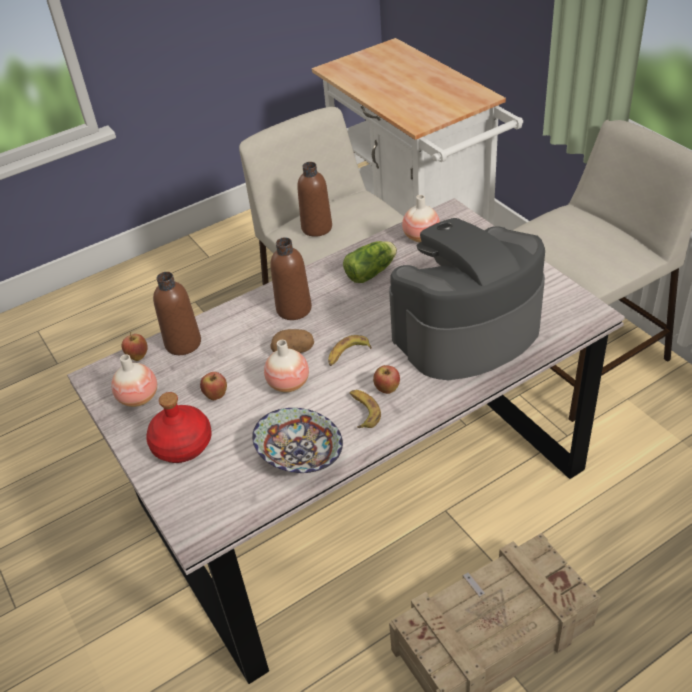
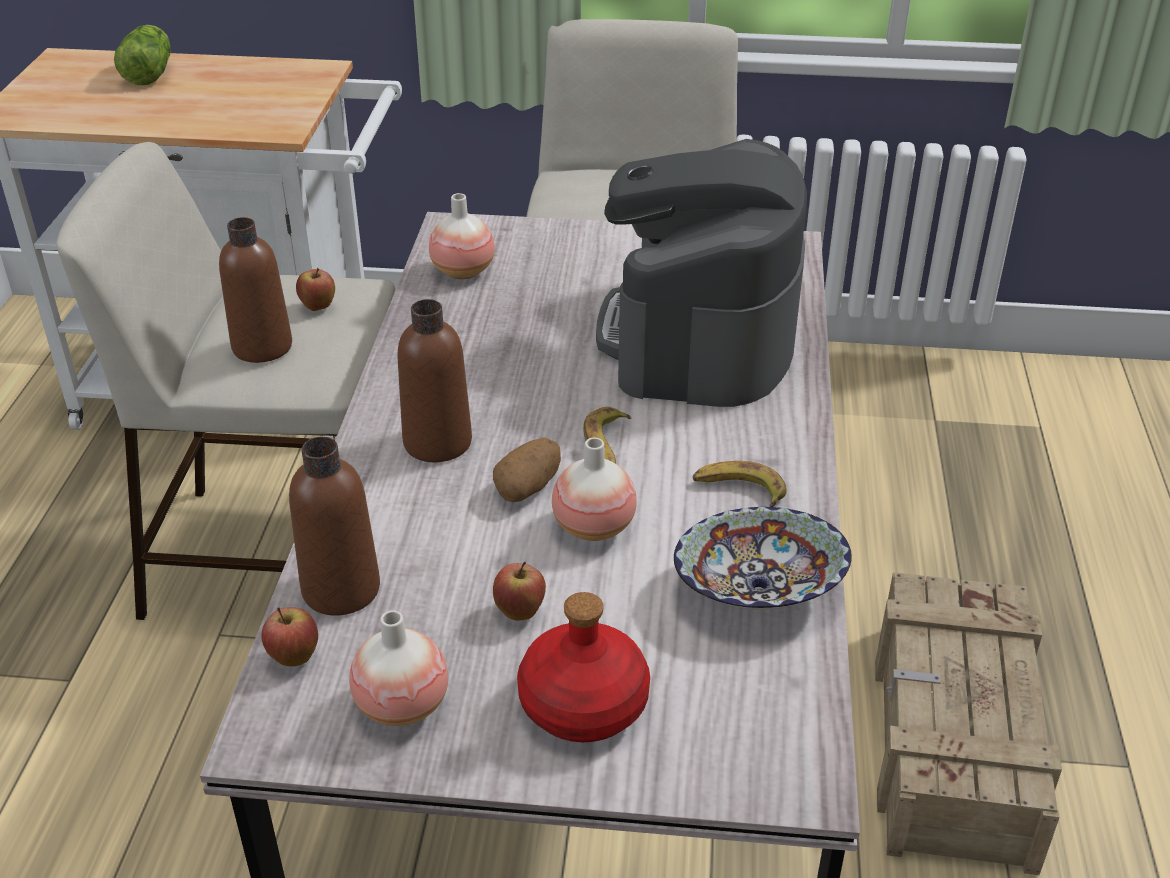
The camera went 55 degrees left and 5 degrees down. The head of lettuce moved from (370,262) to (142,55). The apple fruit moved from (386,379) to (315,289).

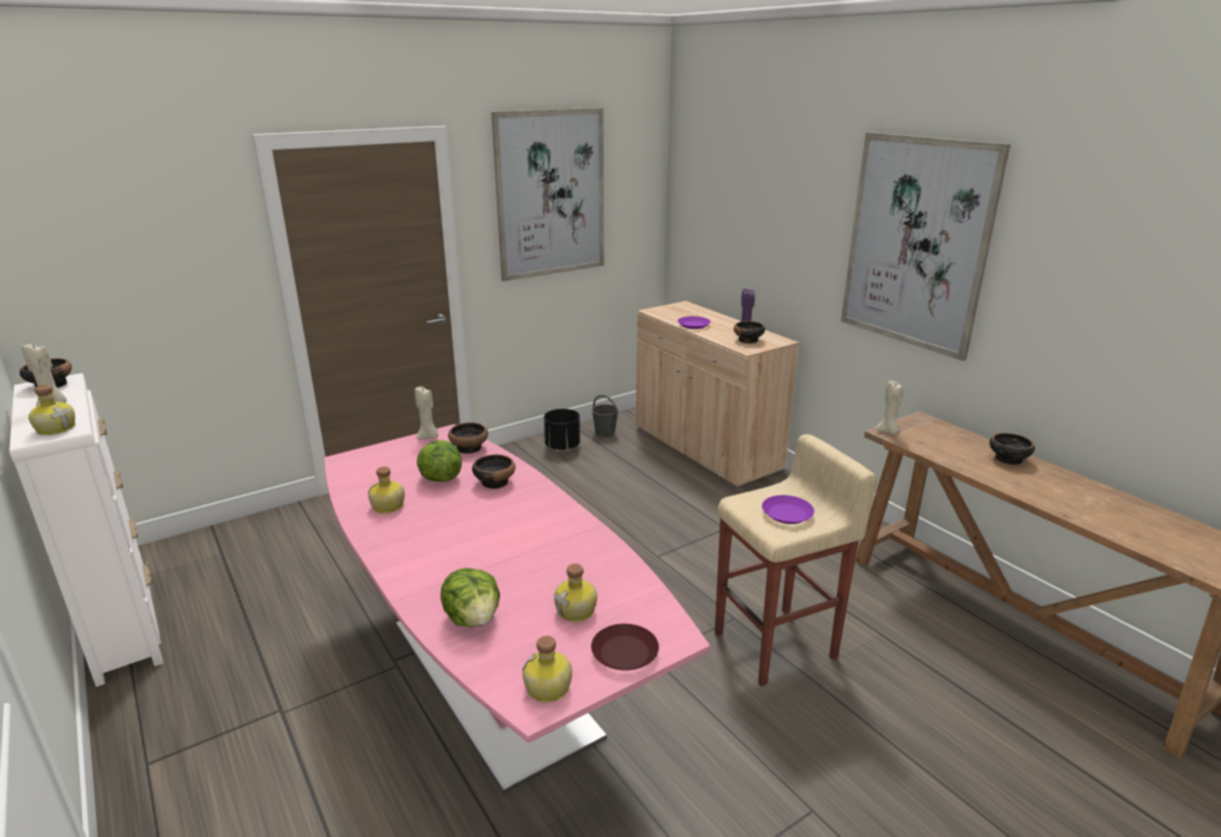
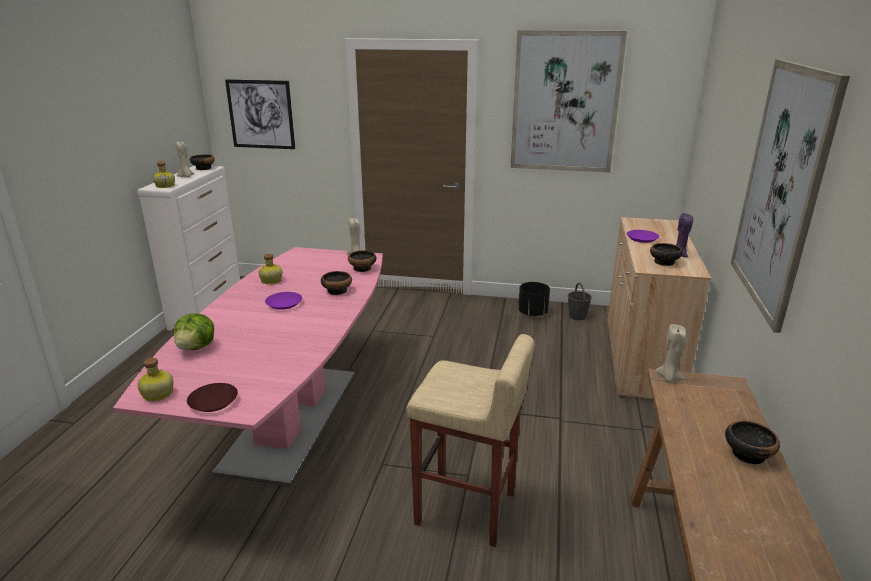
The camera went 45 degrees right and 0 degrees up. The head of lettuce at (439,461) disappeared. The drink bottle at (575,592) disappeared. The wall picture at (260,114) appeared. The purple-coloured dinner plate moved from (788,509) to (283,301).

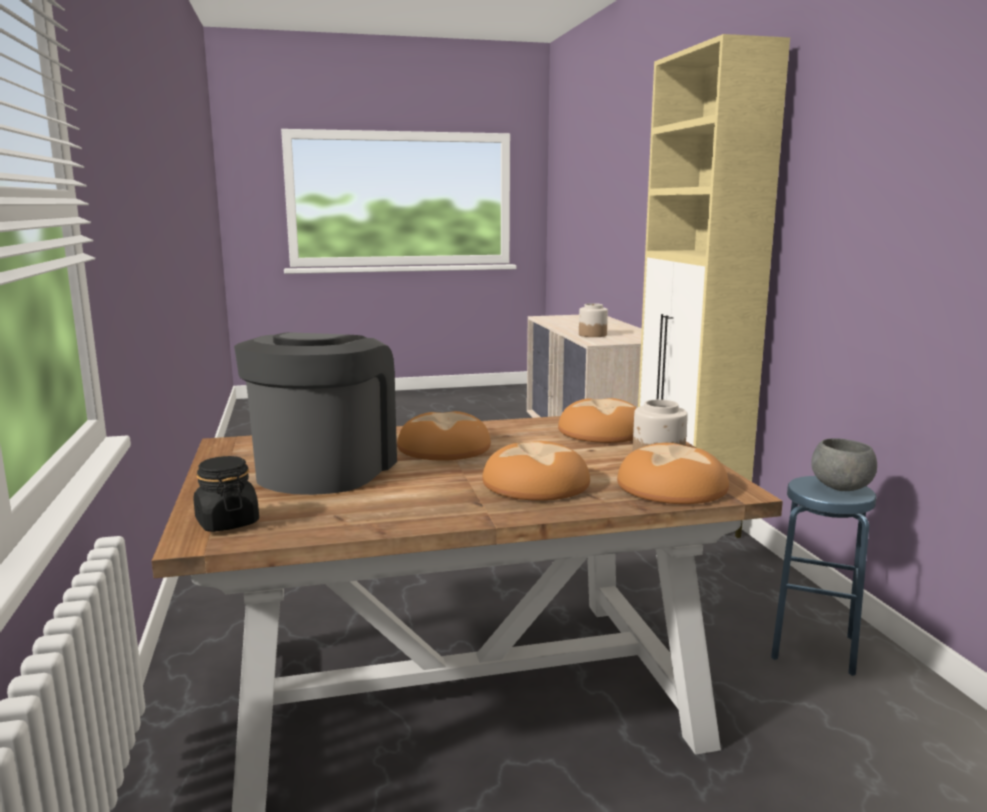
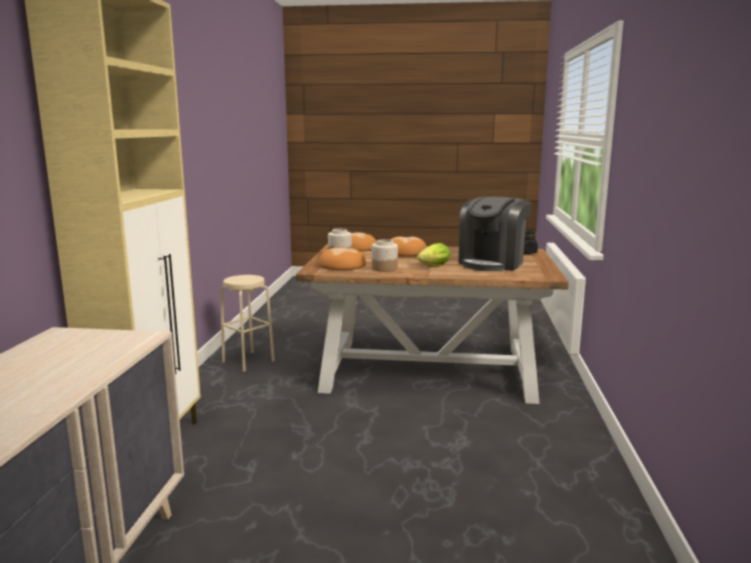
The camera went 160 degrees left and 0 degrees up. The greyish serving bowl at (844,464) disappeared. The jar moved from (593,320) to (385,255). The baked bread at (444,436) was replaced by the head of lettuce at (433,254). The blue sitting stool at (823,576) became the beige sitting stool at (247,323).

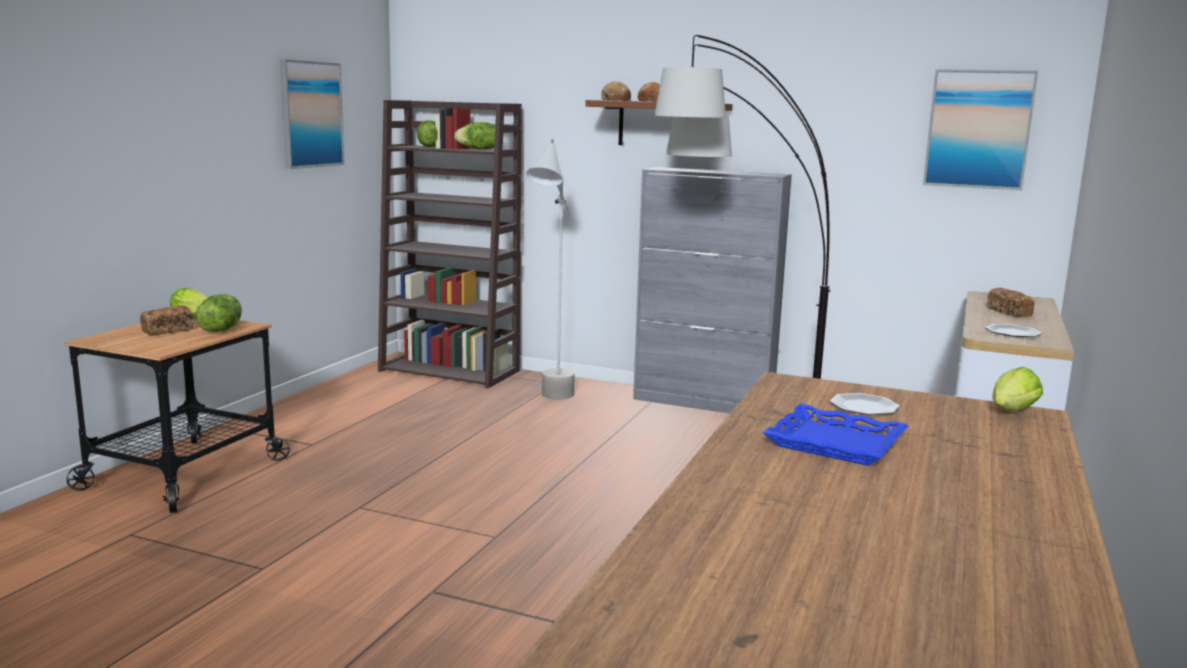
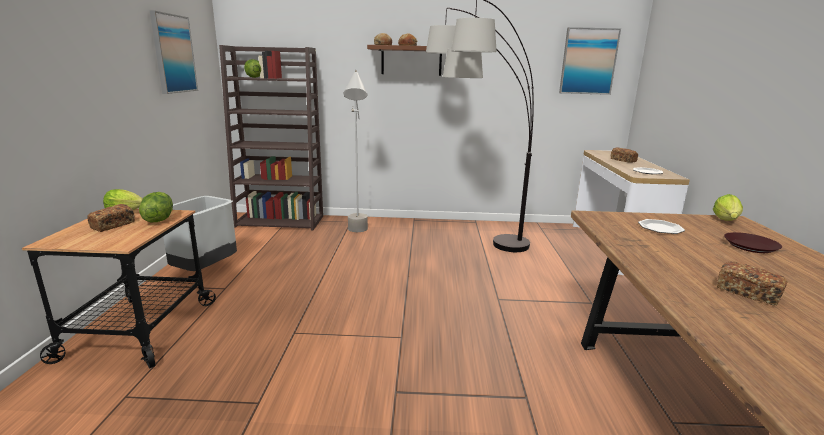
The camera went 20 degrees left and 5 degrees up. The head of lettuce at (474,136) disappeared. The greyish storage cabinet at (712,290) disappeared. The blue carrying tray at (835,435) disappeared. The greyish trash can at (200,233) appeared. The baked bread at (752,283) appeared. The brown dinner plate at (753,242) appeared.

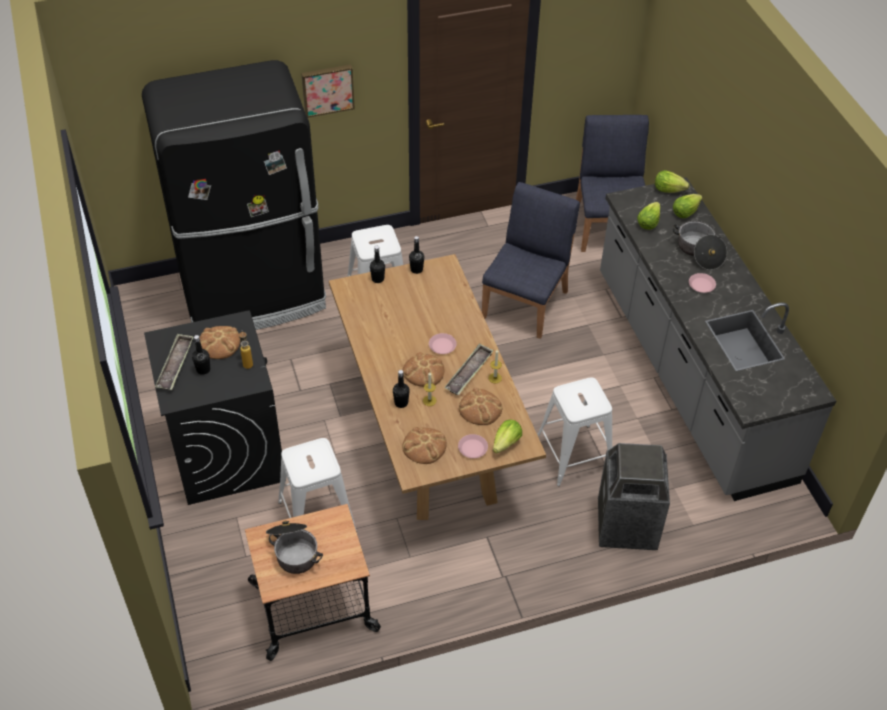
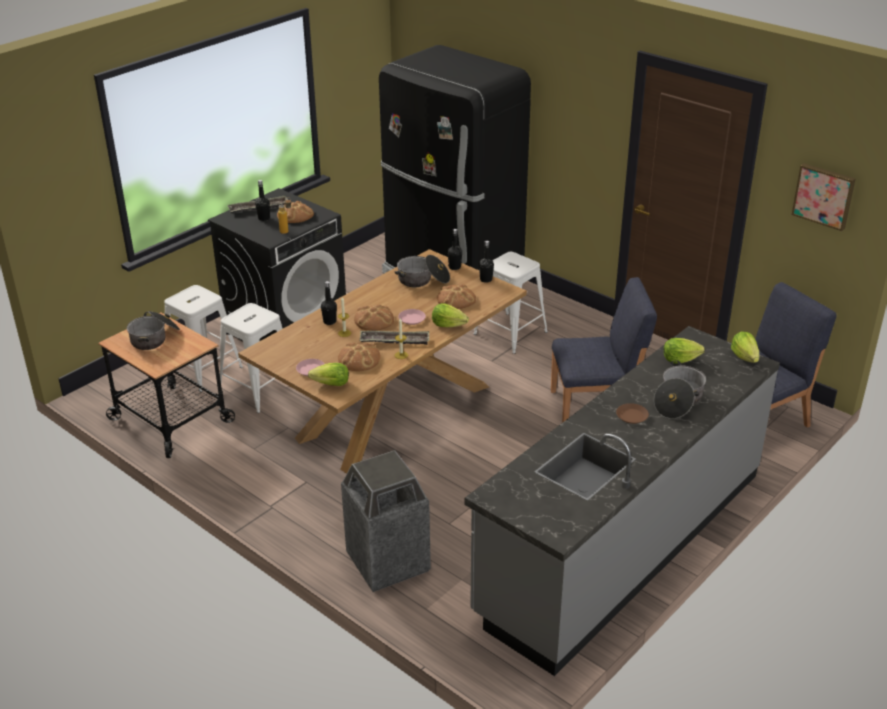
The camera went 60 degrees right and 15 degrees down. The stockpot at (422,271) appeared. The wall picture moved from (328,91) to (823,197). The baked bread moved from (424,445) to (456,296). The whitish sitting stool moved from (574,431) to (203,338). The head of lettuce moved from (688,206) to (450,315). The pinkish dinner plate at (702,283) became the brown dinner plate at (632,413).

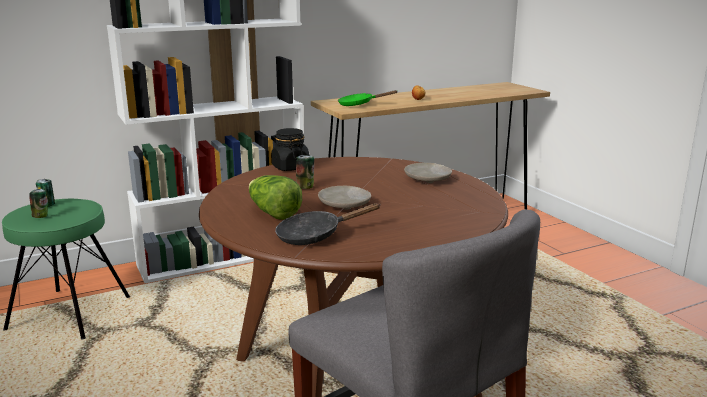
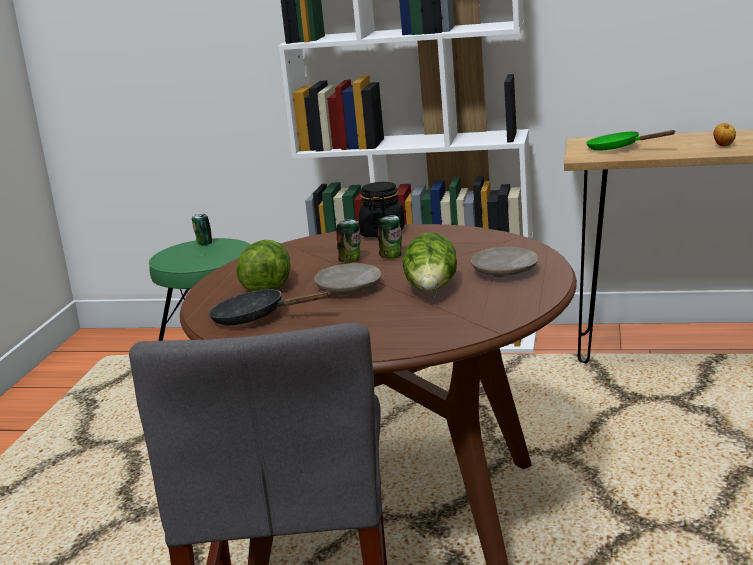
The camera went 40 degrees right and 0 degrees up. The head of lettuce at (430,262) appeared. The sealed can moved from (38,203) to (390,236).

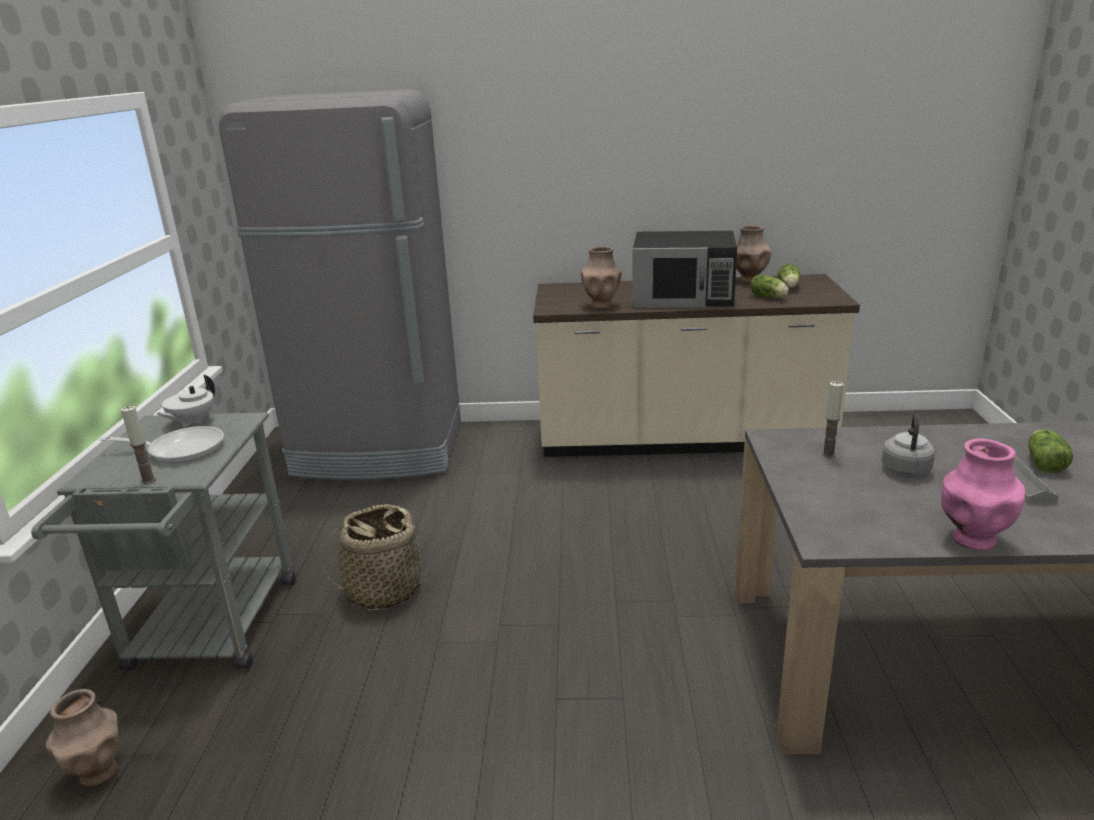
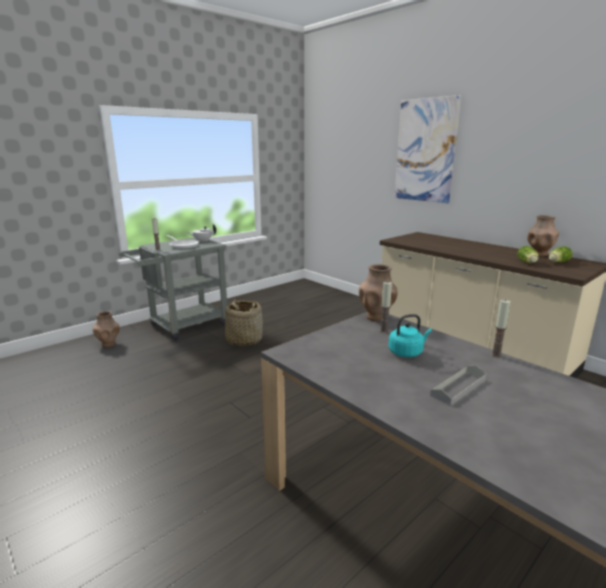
The camera went 45 degrees right and 5 degrees down. The greyish kitchen fridge at (340,284) disappeared. The blackish microwave oven at (684,269) disappeared. The pinkish decorative vase at (983,494) disappeared. The head of lettuce at (1050,451) disappeared. The wall picture at (428,149) appeared. The wax light at (501,328) appeared. The brown decorative vase moved from (601,278) to (378,292). The greyish tea kettle at (908,445) became the turquoise tea kettle at (410,335).

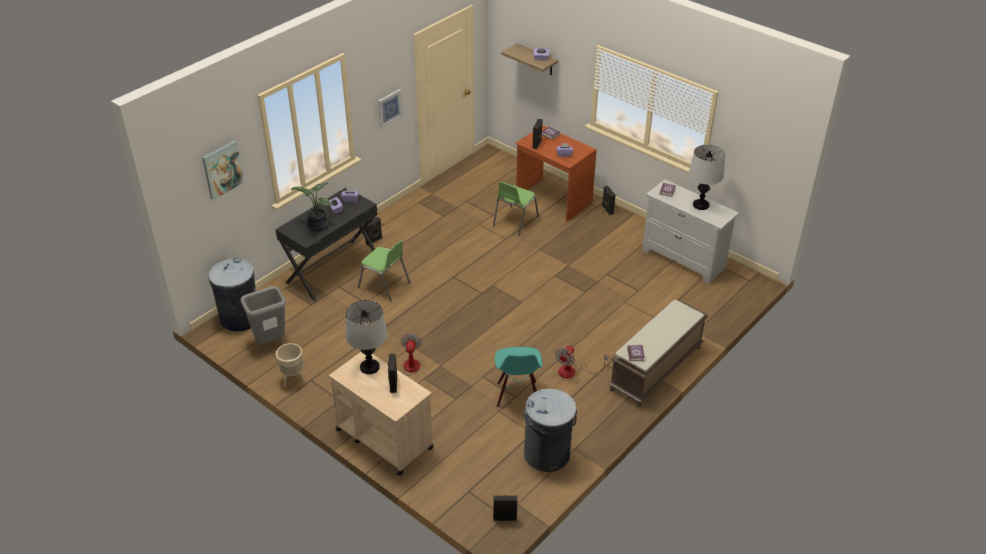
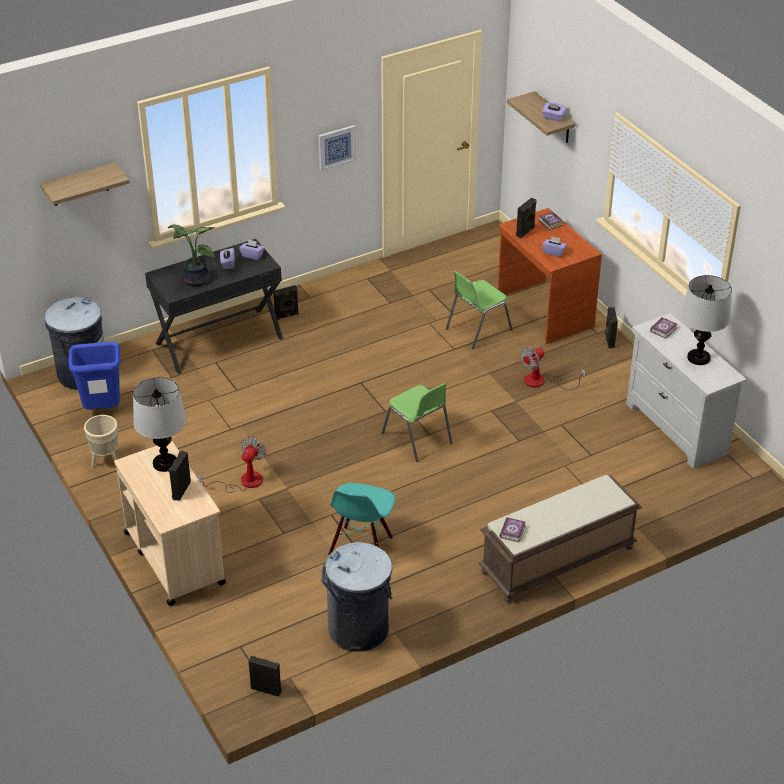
The camera went 20 degrees right and 0 degrees up. The greenish upright chair moved from (384,270) to (417,422). The fan moved from (581,362) to (553,368). The wall picture at (223,170) was replaced by the bracket shelf at (84,184). The greyish trash can at (263,315) became the blue trash can at (95,375).

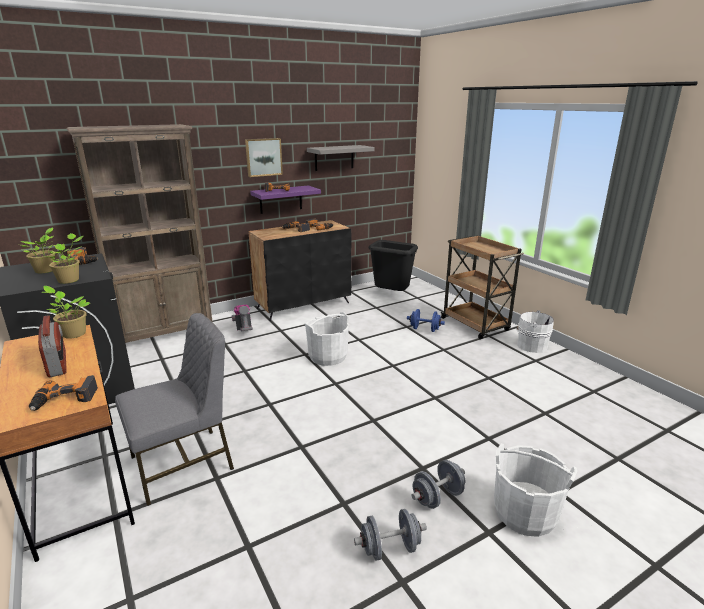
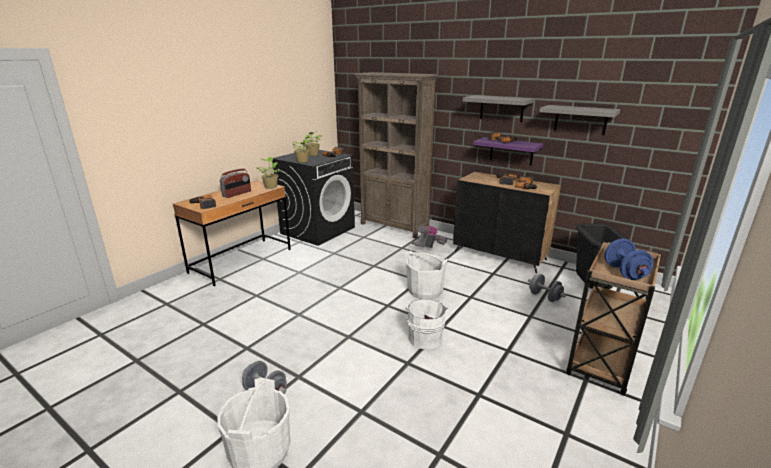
The camera went 65 degrees right and 0 degrees up. The greyish upright chair at (174,409) disappeared. The greyish dumbbell moved from (390,535) to (547,288). The blue dumbbell moved from (426,320) to (628,259). The whitish pail moved from (535,331) to (426,324). The wall picture at (264,157) was replaced by the greyish bracket shelf at (498,108).

